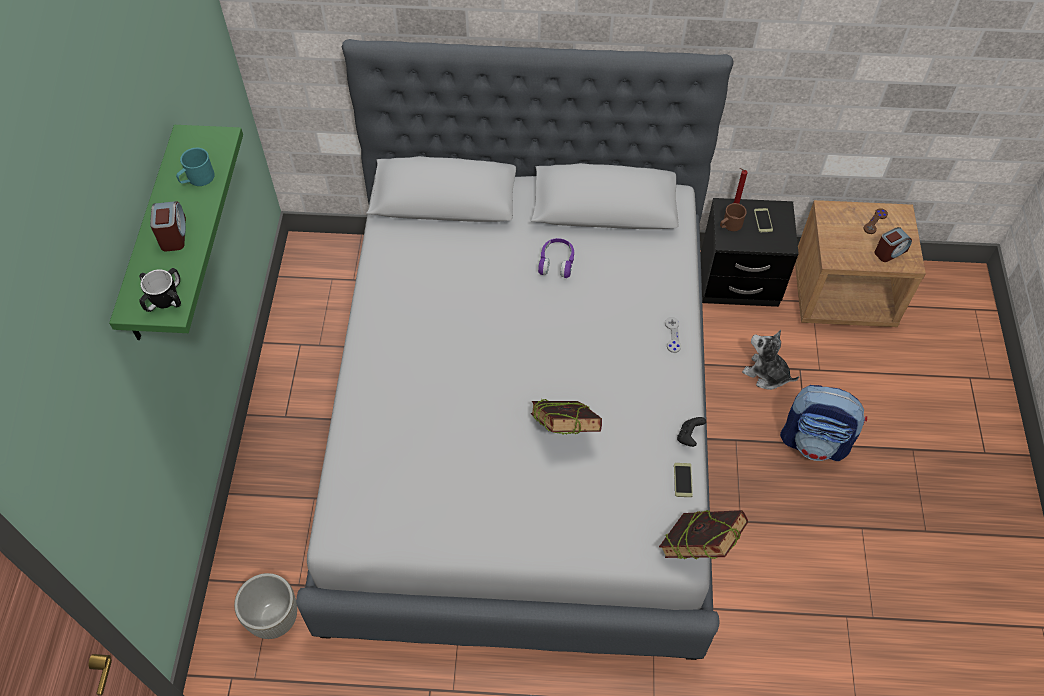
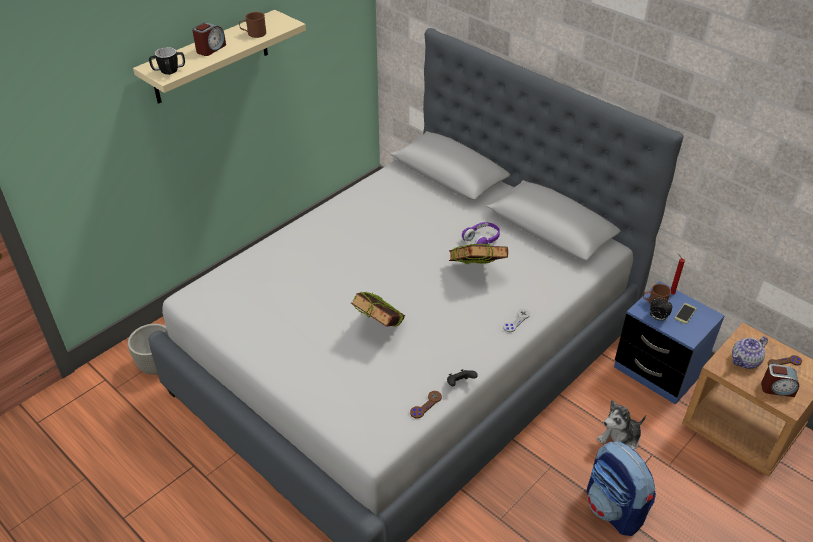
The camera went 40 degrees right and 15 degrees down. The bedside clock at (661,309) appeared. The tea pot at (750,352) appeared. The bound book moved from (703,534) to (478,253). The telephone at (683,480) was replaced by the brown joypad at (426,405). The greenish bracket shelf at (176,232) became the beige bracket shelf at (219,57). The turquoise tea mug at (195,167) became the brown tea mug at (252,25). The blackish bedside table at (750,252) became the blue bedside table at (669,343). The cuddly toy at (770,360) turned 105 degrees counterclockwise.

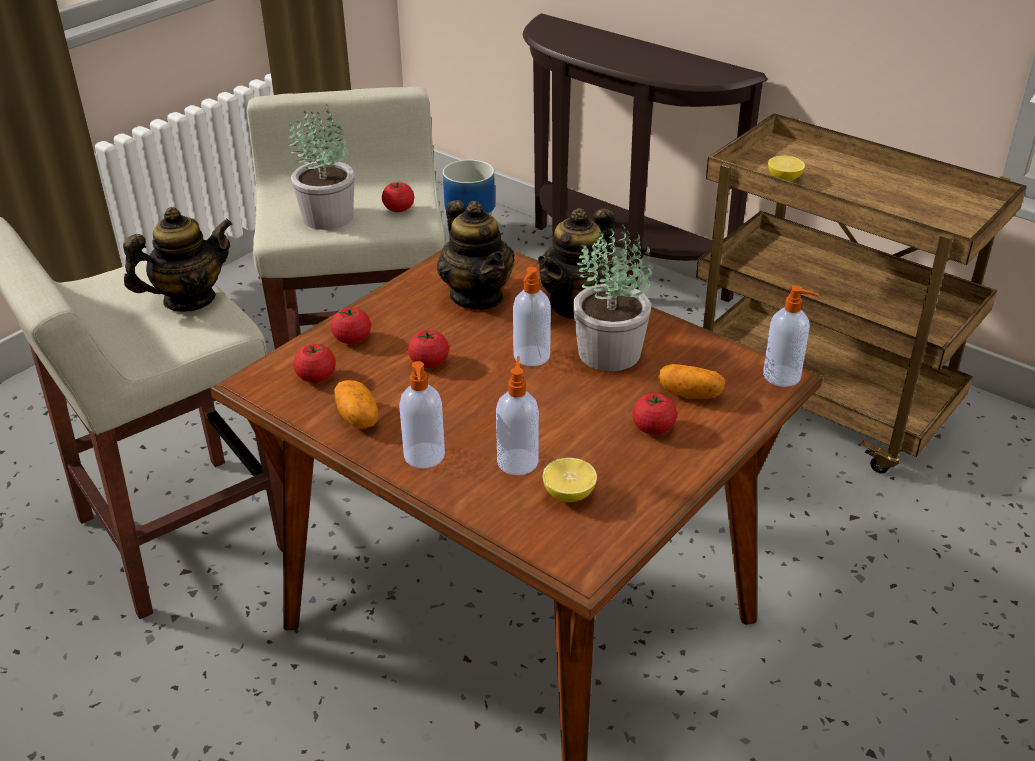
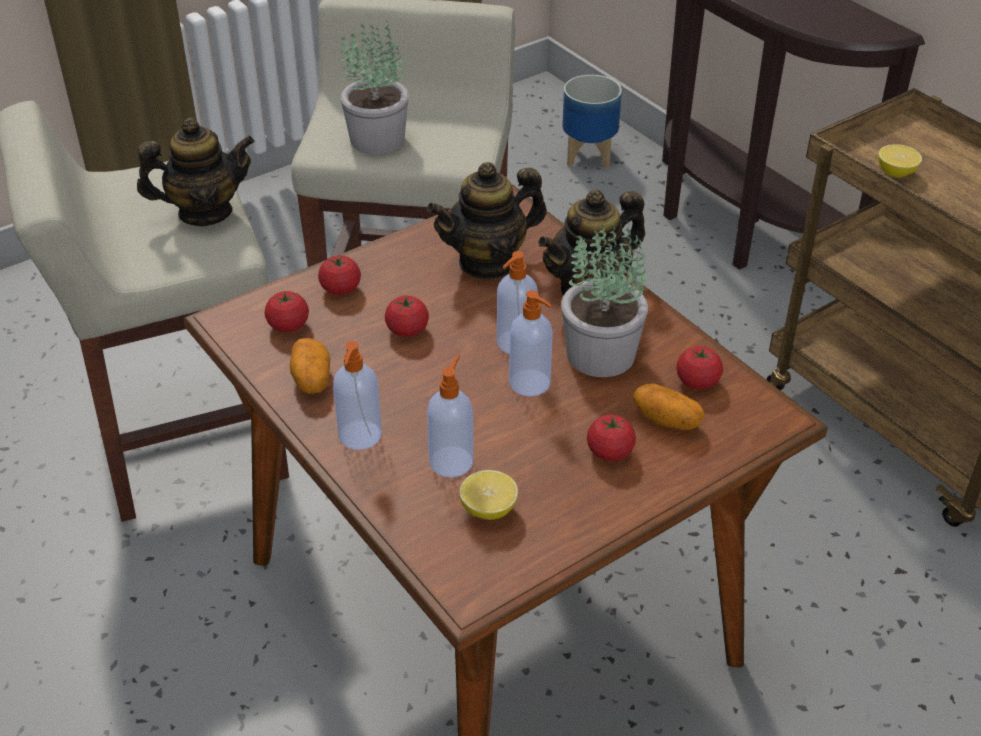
The camera went 15 degrees right and 5 degrees up. The tomato moved from (398,197) to (699,368). The soap bottle moved from (791,336) to (531,343). The tea pot at (475,255) turned 75 degrees clockwise.

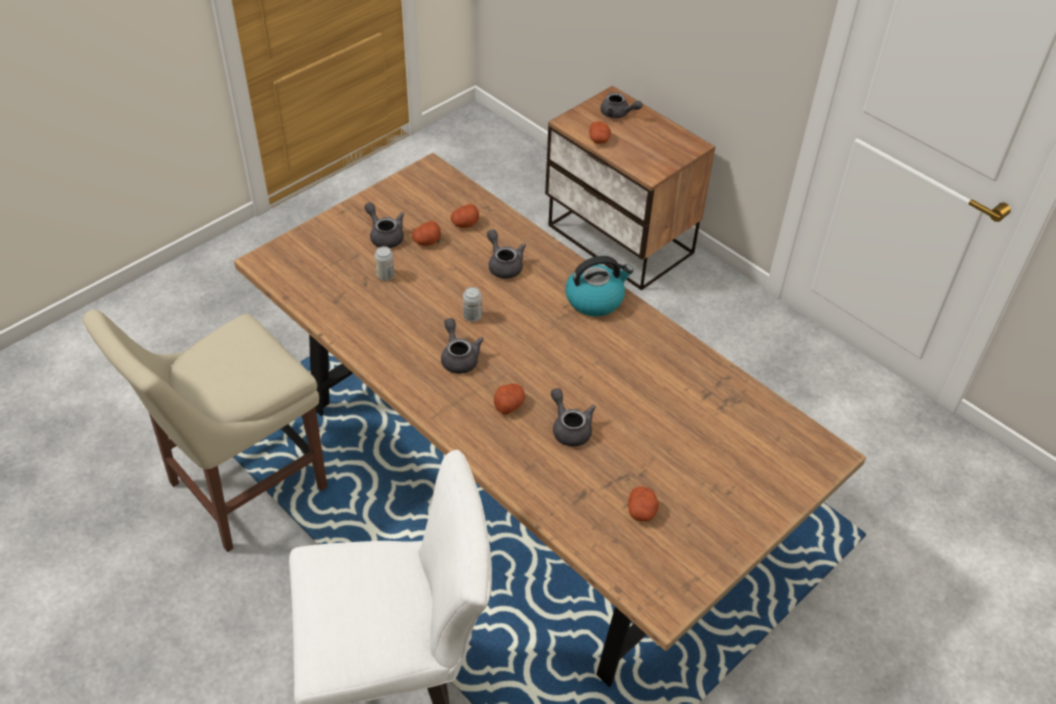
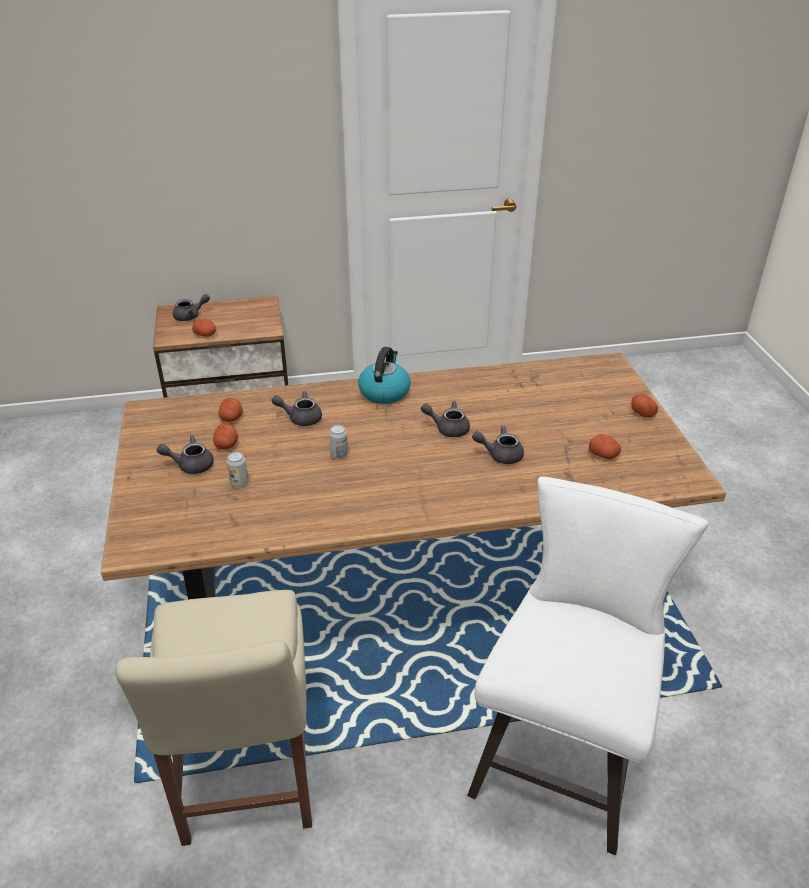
The camera went 55 degrees left and 10 degrees down. The greyish tea pot moved from (462,346) to (445,419). The whole potato moved from (509,399) to (644,406).

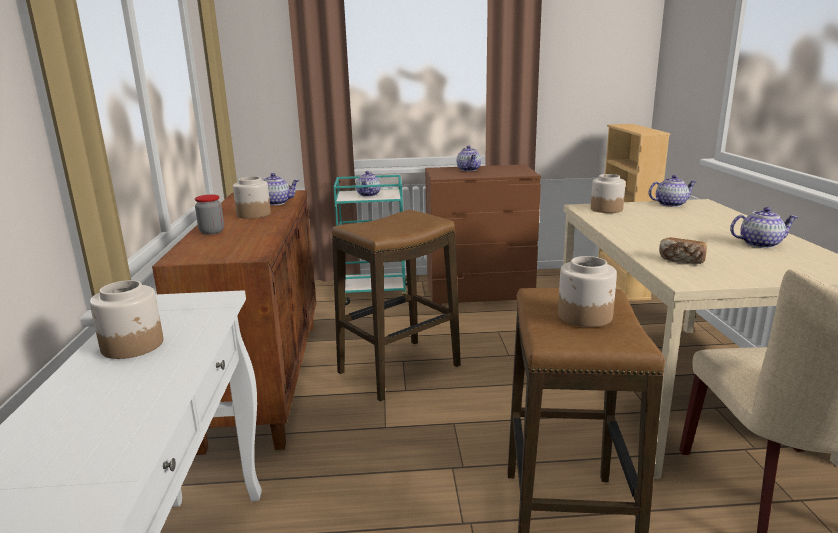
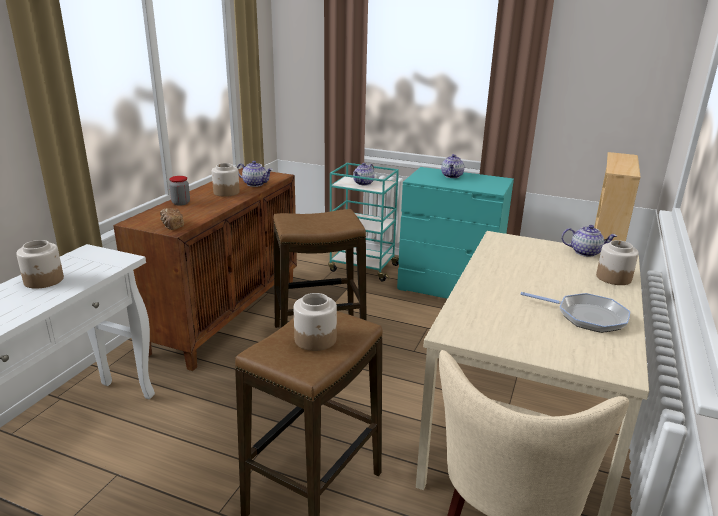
The camera went 25 degrees right and 5 degrees up. The jar moved from (608,193) to (617,262). The baked bread moved from (683,250) to (172,219). The tea pot at (764,227) was replaced by the pan at (575,312). The brown dresser at (483,234) became the turquoise dresser at (455,233).

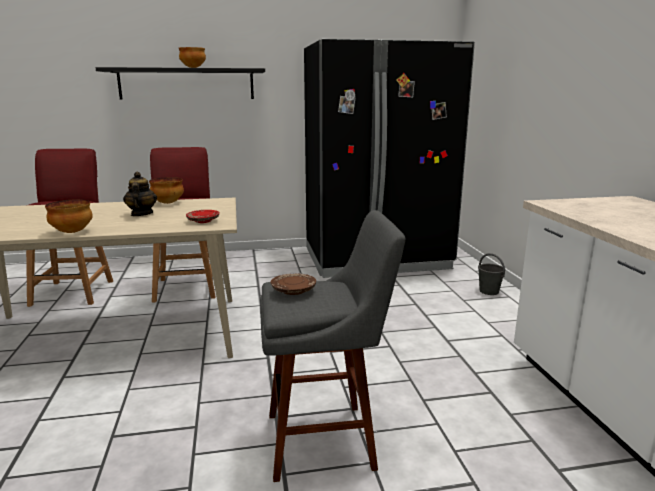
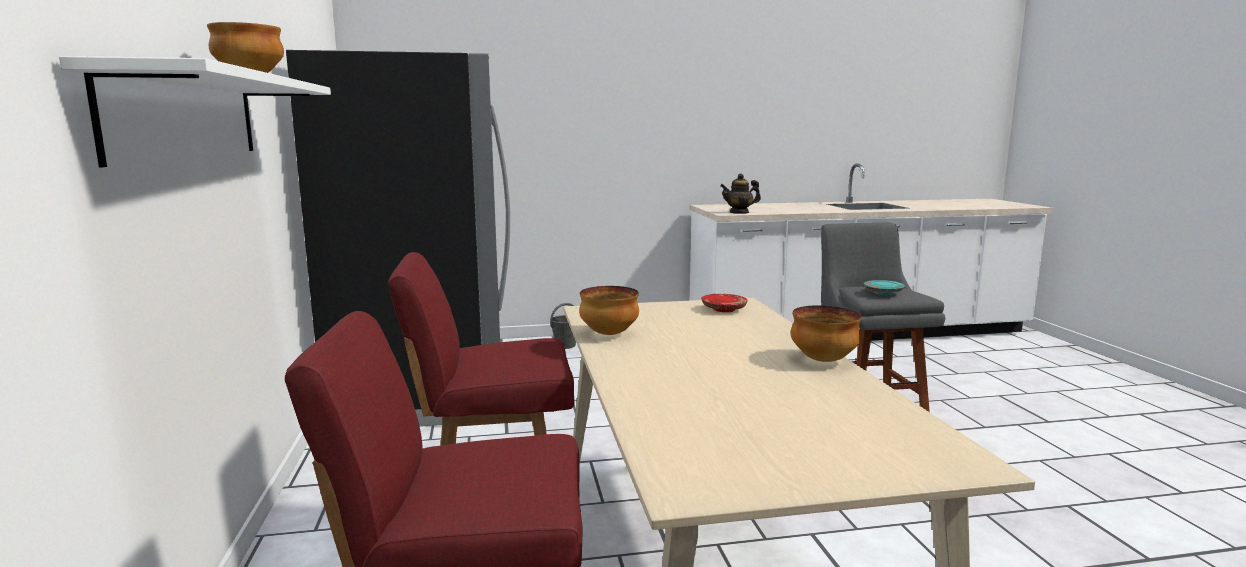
The camera went 90 degrees left and 5 degrees down. The tea pot moved from (140,194) to (740,193). The blackish bracket shelf at (180,83) became the whitish bracket shelf at (195,111). The brown dinner plate at (293,284) became the turquoise dinner plate at (884,287).

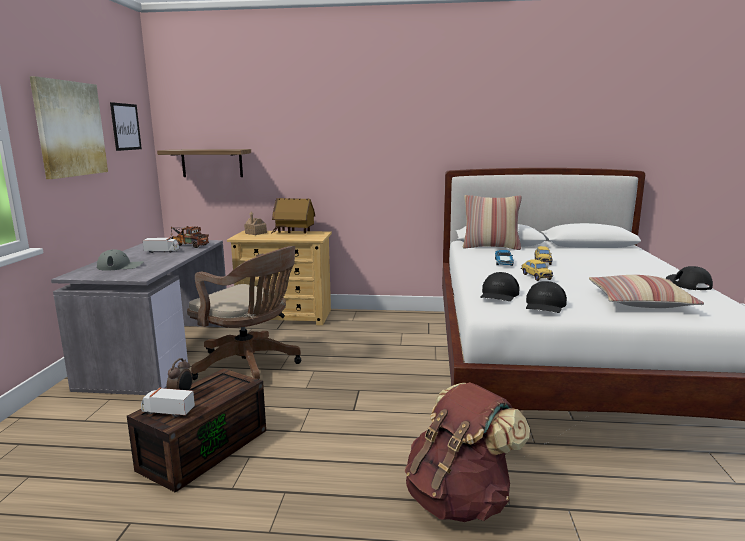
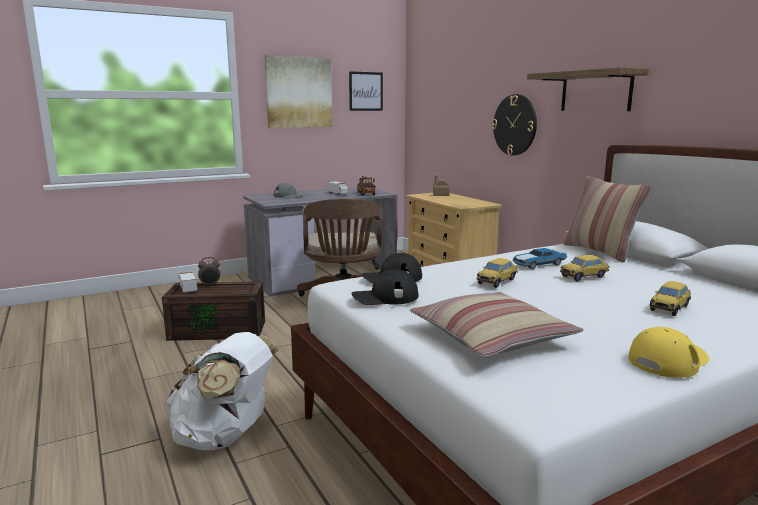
The camera went 55 degrees right and 0 degrees up. The miniature house at (293,216) disappeared. The hanging clock at (514,124) appeared. The model car at (670,298) appeared. The bracket shelf moved from (204,163) to (588,89). The brown rucksack at (467,452) became the whitish rucksack at (223,391). The blackish baseball cap at (689,278) became the yellowish baseball cap at (669,352).

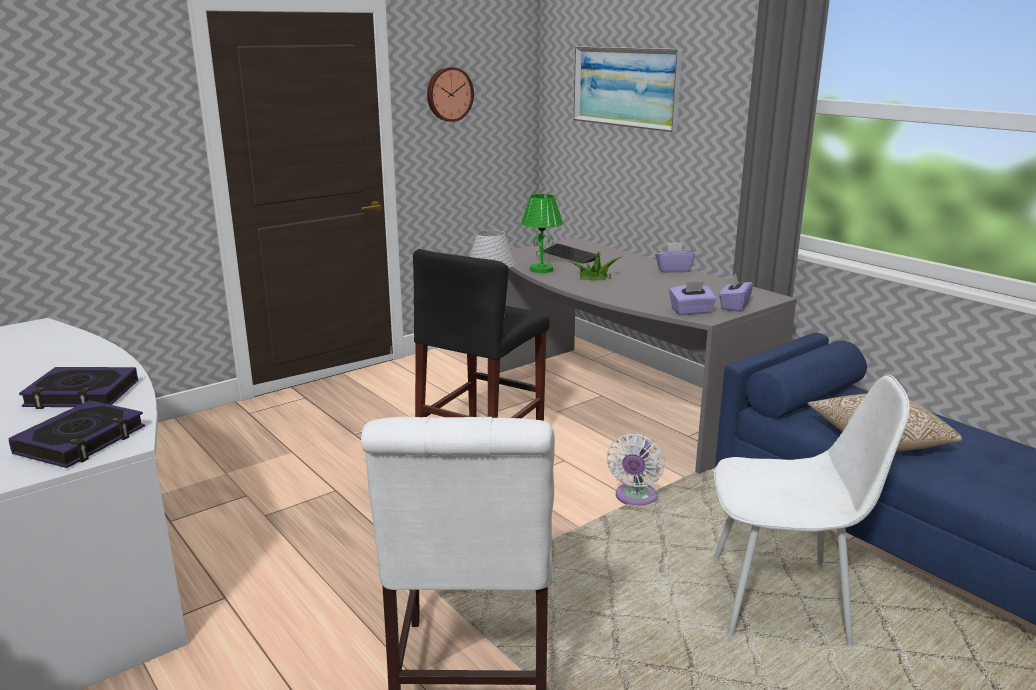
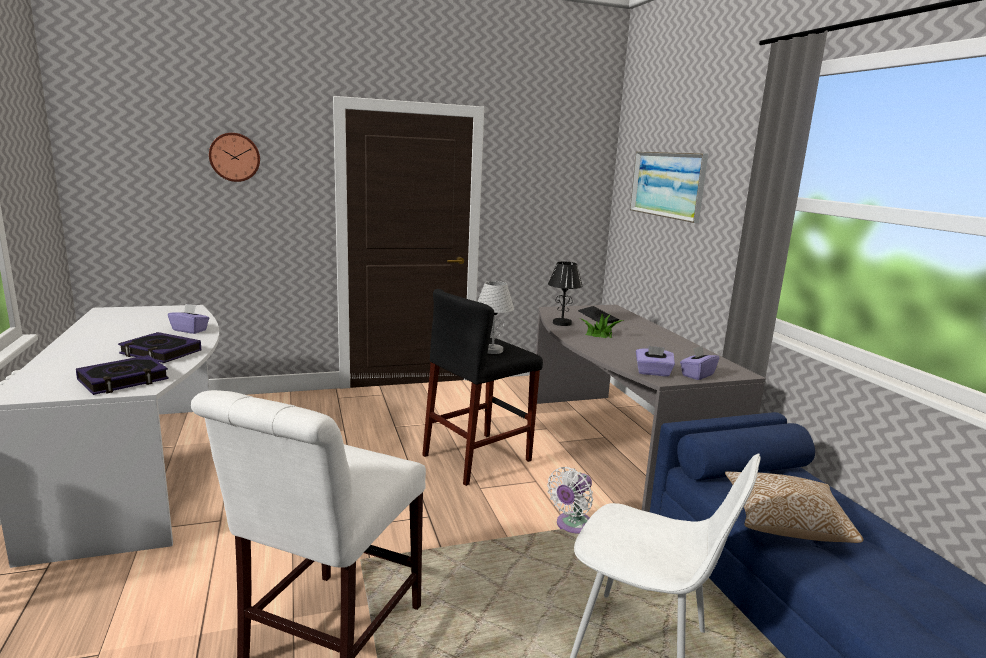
The camera went 20 degrees right and 5 degrees down. The hanging clock moved from (450,94) to (234,157). The purple-coloured box of tissues moved from (675,257) to (188,319). The greenish lamp for a table at (542,233) became the blackish lamp for a table at (565,294).

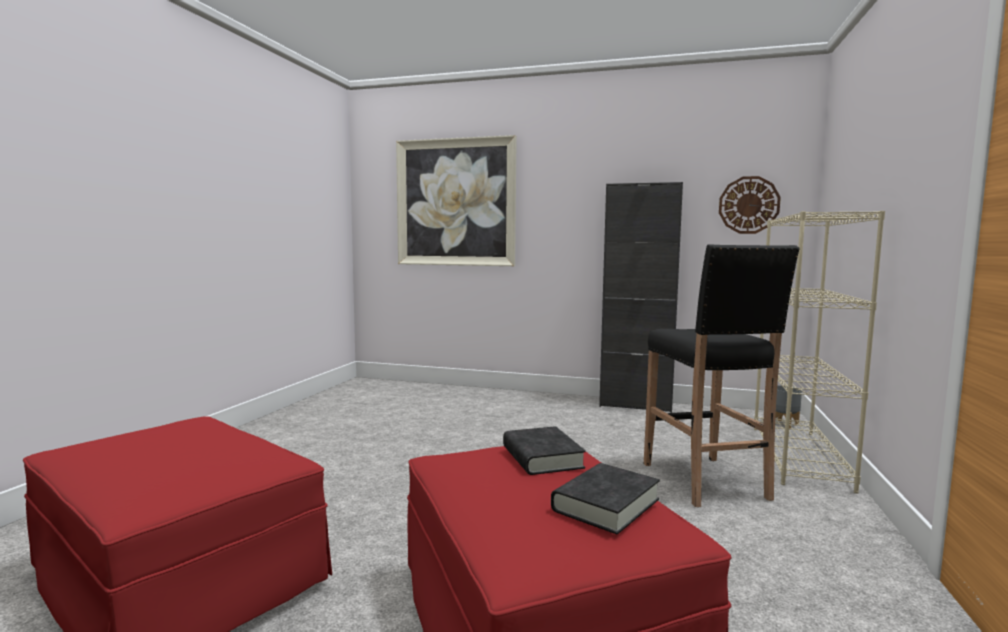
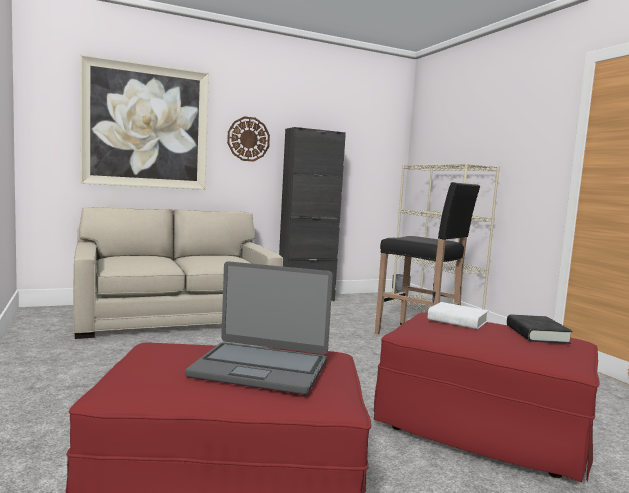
The camera went 40 degrees left and 0 degrees up. The beige sofa at (178,273) appeared. The laptop at (259,327) appeared. The hanging clock moved from (750,205) to (248,139). The blackish bound book at (544,450) became the whitish bound book at (458,315).

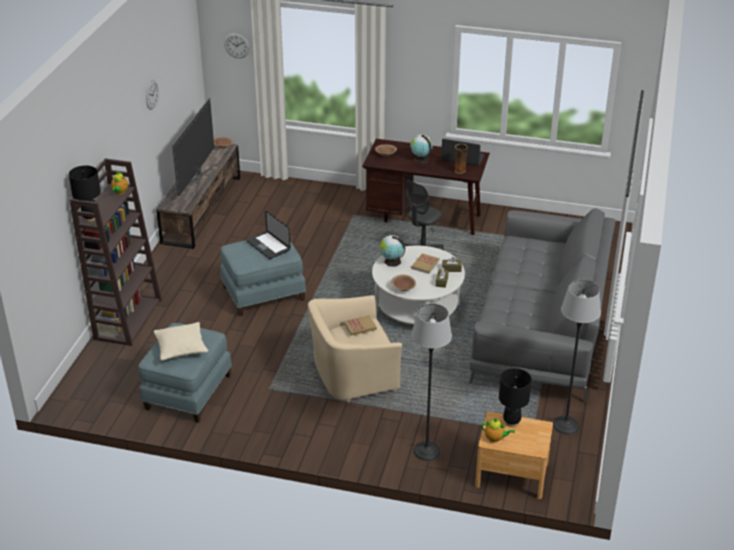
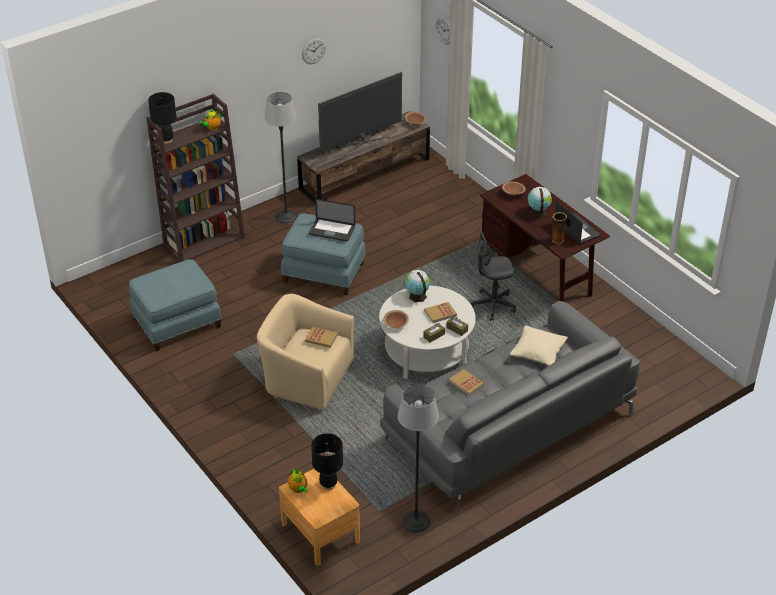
The camera went 40 degrees right and 5 degrees up. The bound book at (466,382) appeared. The beige throw pillow moved from (181,341) to (539,345). The floor lamp moved from (431,382) to (280,158). The laptop at (268,234) turned 75 degrees counterclockwise.

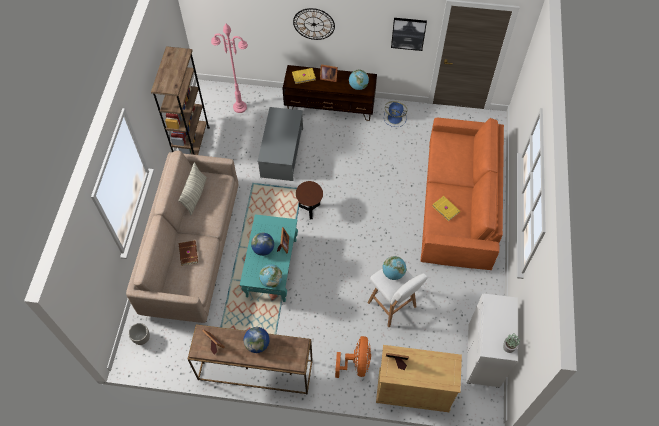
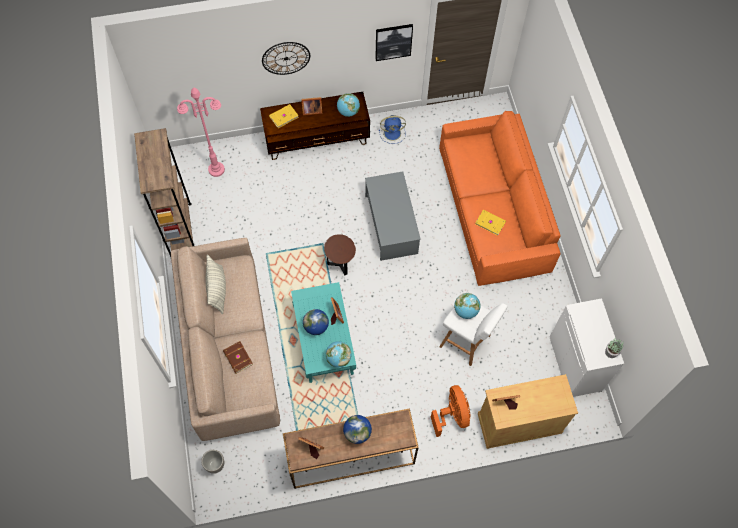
The camera went 20 degrees left and 5 degrees up. The greyish coffee table moved from (280,144) to (393,216).

